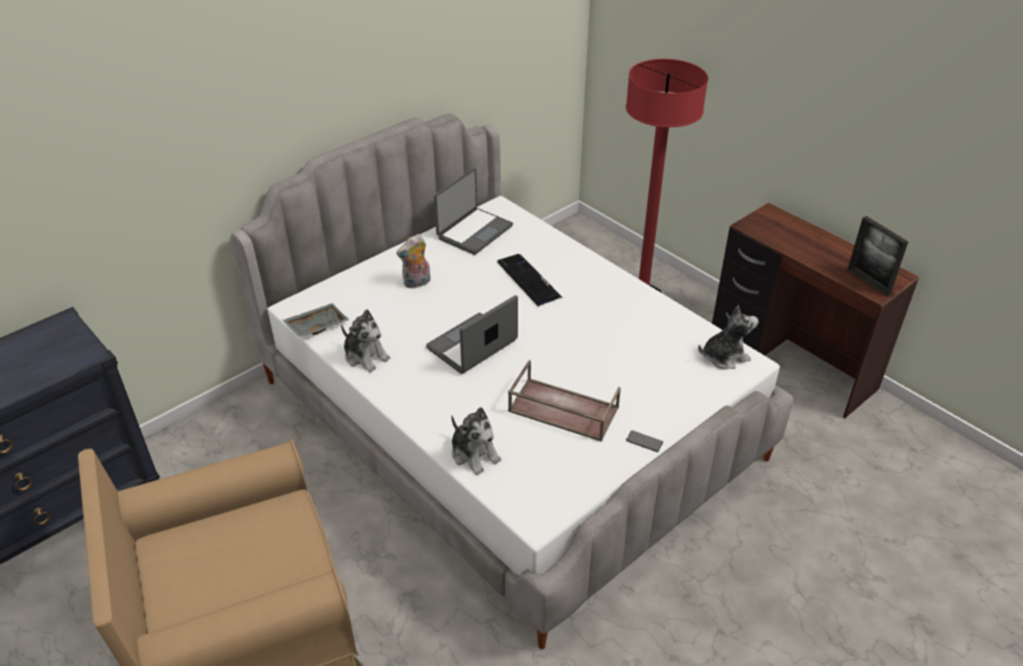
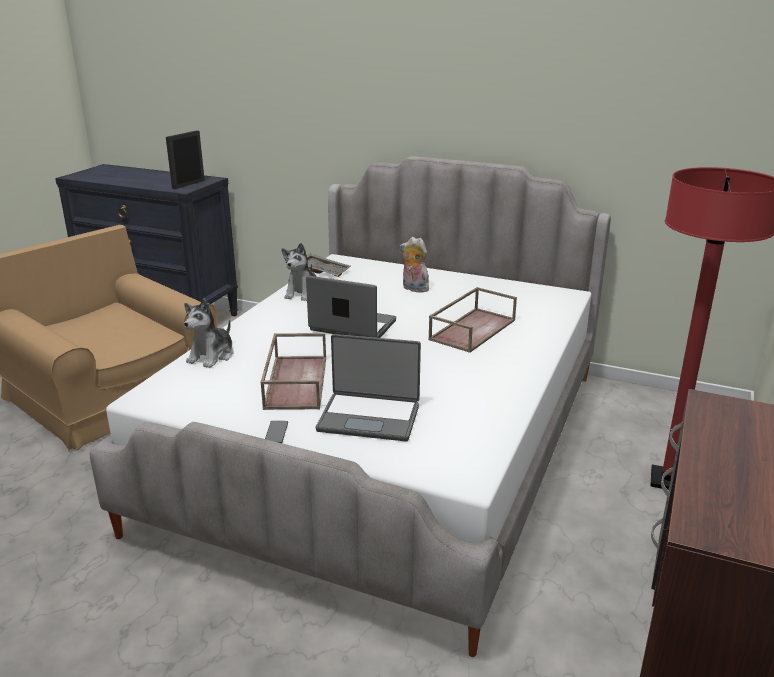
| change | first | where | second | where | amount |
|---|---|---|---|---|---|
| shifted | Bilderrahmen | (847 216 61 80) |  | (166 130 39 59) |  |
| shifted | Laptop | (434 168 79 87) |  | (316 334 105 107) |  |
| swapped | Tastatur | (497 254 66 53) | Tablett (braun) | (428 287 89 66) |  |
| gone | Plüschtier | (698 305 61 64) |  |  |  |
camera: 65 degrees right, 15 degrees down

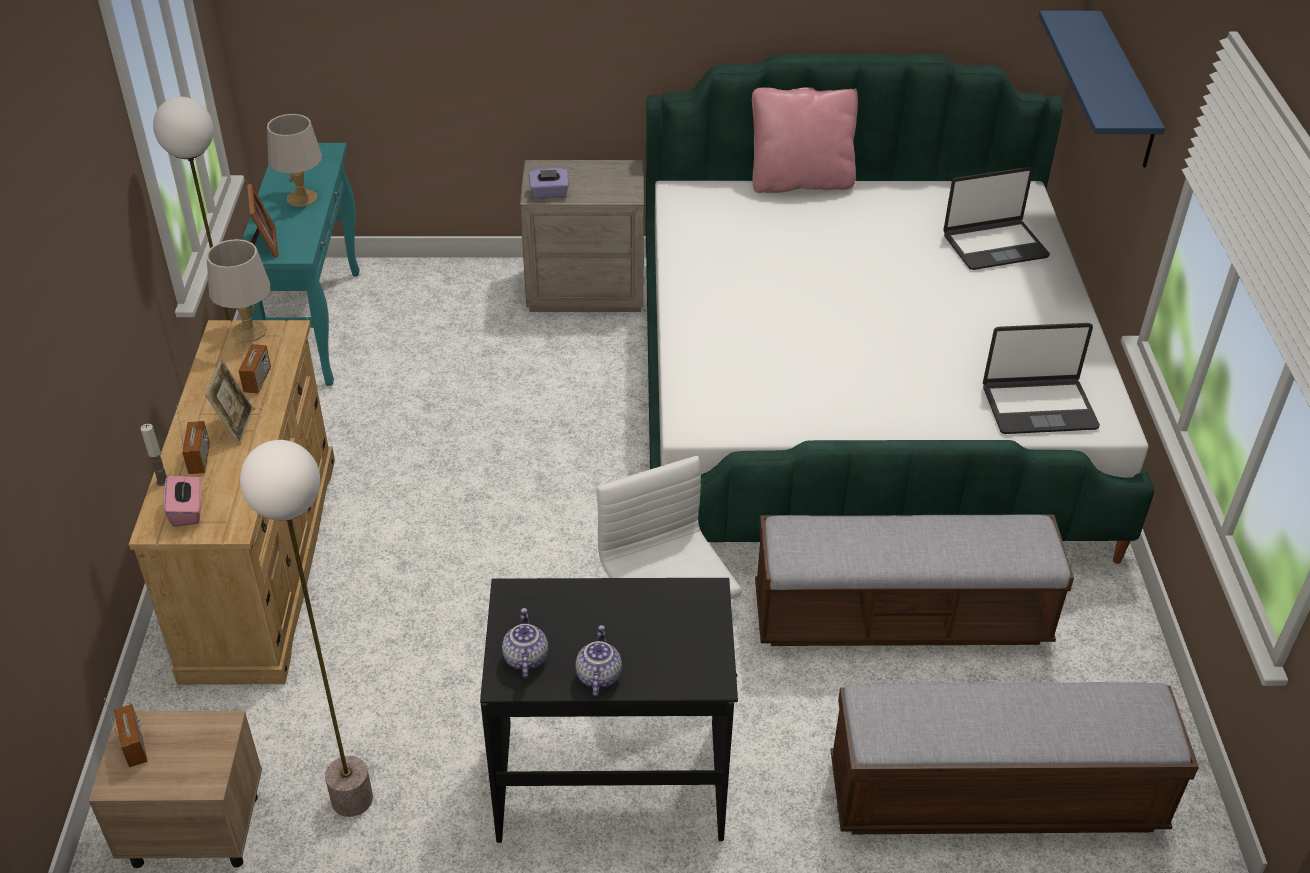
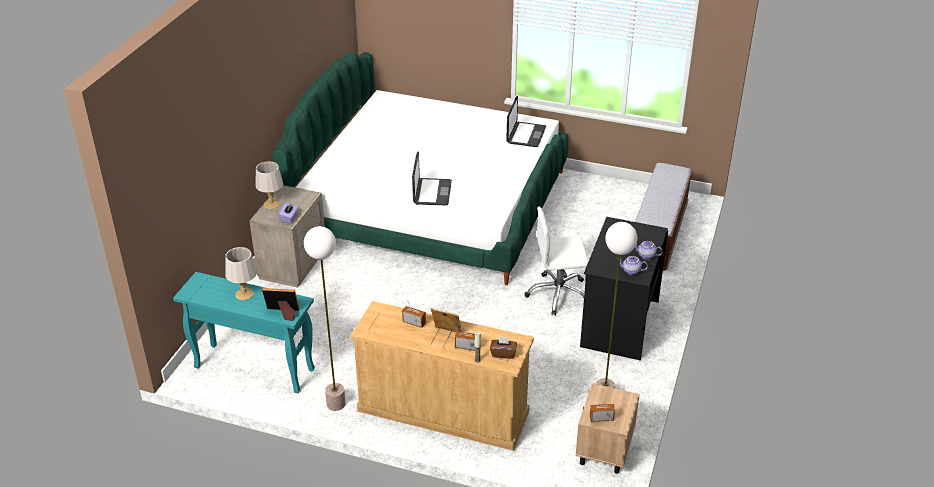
| change | first | where | second | where | amount |
|---|---|---|---|---|---|
| shifted | Tischlampe (grau) | (207 239 63 104) |  | (255 161 28 48) |  |
| shifted | Laptop | (943 167 107 103) |  | (412 151 40 55) |  |
| repainted | Taschentuchbox (rosa) | (164 476 38 51) | Taschentuchbox (braun) | (490 337 27 22) |  |
| gone | Kissen (rosa) | (752 87 106 106) |  |  |  |
| gone | Bank | (755 514 319 132) |  |  |  |
| gone | Wandregal (blau) | (1039 11 126 156) |  |  |  |
camera: 70 degrees left, 5 degrees down

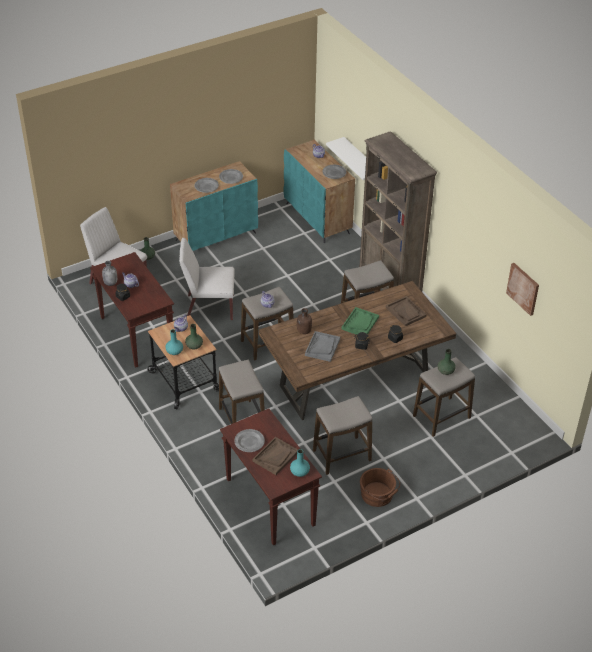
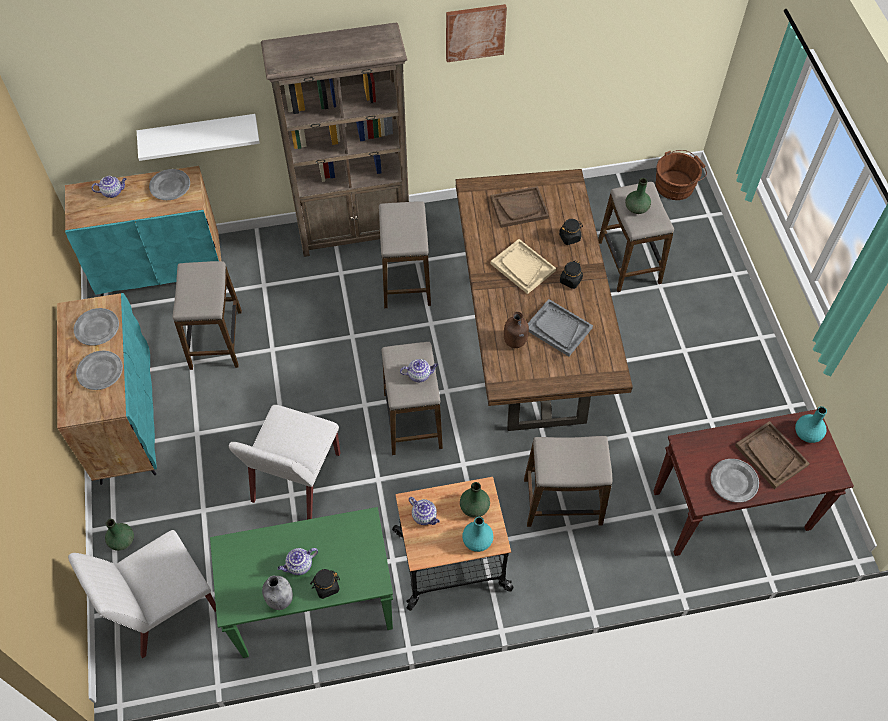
| change | first | where | second | where | amount |
|---|---|---|---|---|---|
| shifted | Hocker | (313 396 59 79) |  | (173 261 69 109) |  |
| repainted | Konsolentisch (braun) | (90 252 84 115) | Konsolentisch (grün) | (210 507 183 151) |  |
| shifted | Bild | (506 263 33 53) |  | (446 4 61 58) |  |
| repainted | Tablett (grün) | (341 307 38 28) | Tablett (beige) | (491 239 65 55) |  |
| shifted | Eimer (braun) | (360 468 40 39) |  | (656 150 51 50) |  |
camera: 70 degrees left, 15 degrees up

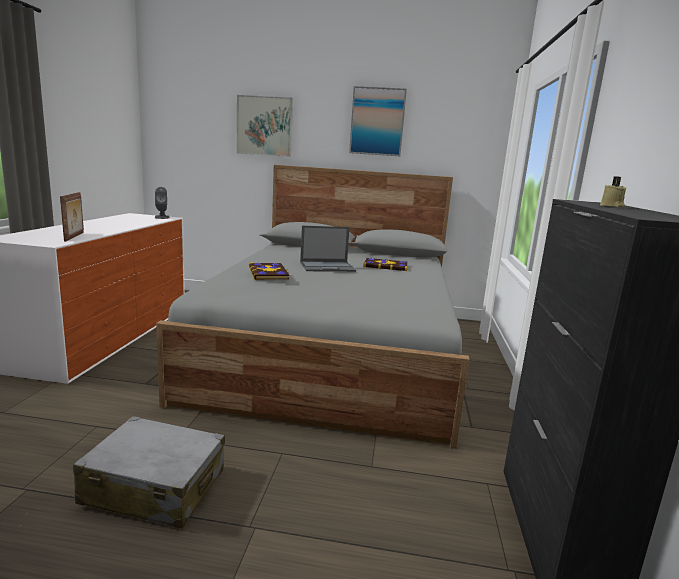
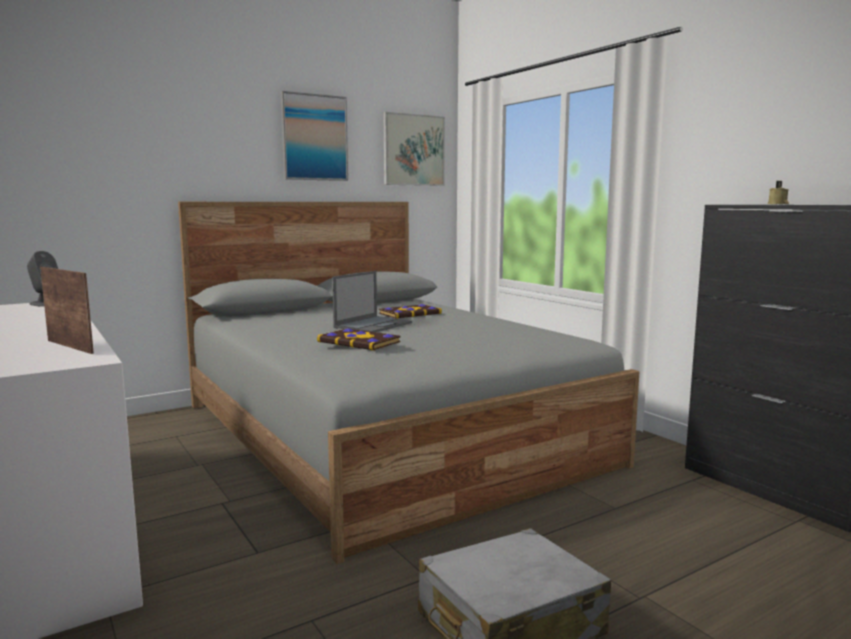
| change | first | where | second | where | amount |
|---|---|---|---|---|---|
| shifted | Bild | (237 95 56 62) |  | (383 112 62 74) |  |
camera: 40 degrees left, 5 degrees down

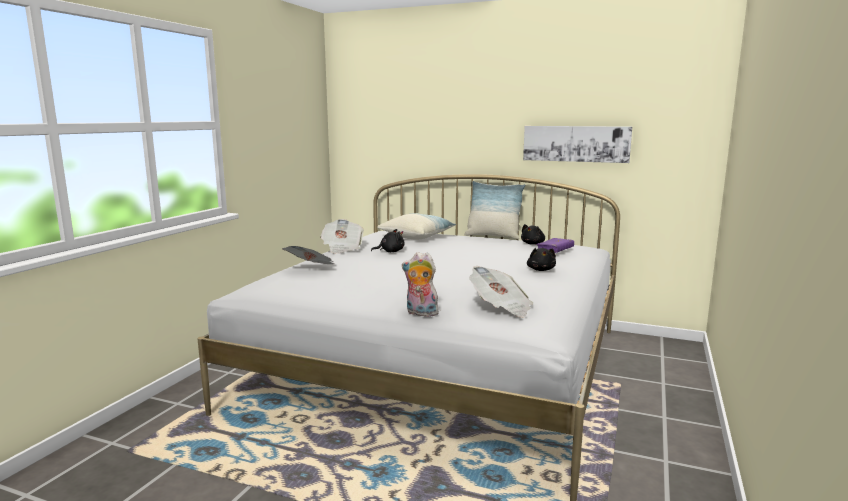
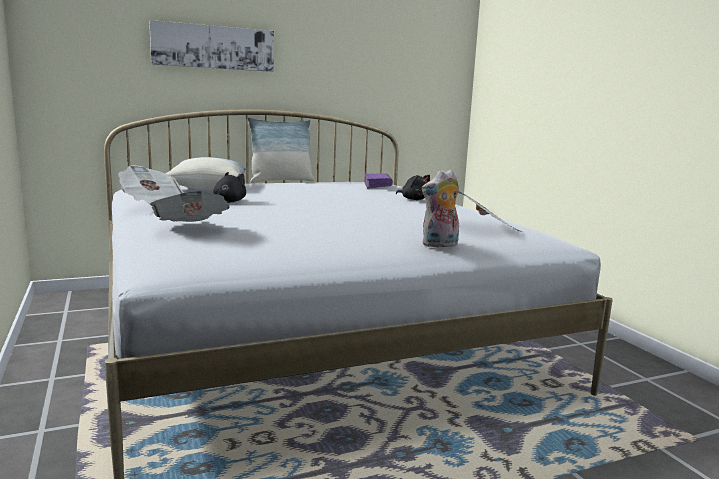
| change | first | where | second | where | amount |
|---|---|---|---|---|---|
| shifted | Bild | (523 126 109 37) |  | (149 20 125 52) |  |
| gone | Plüschtier (schwarz) | (521 224 24 21) |  |  |  |
camera: 45 degrees left, 0 degrees up

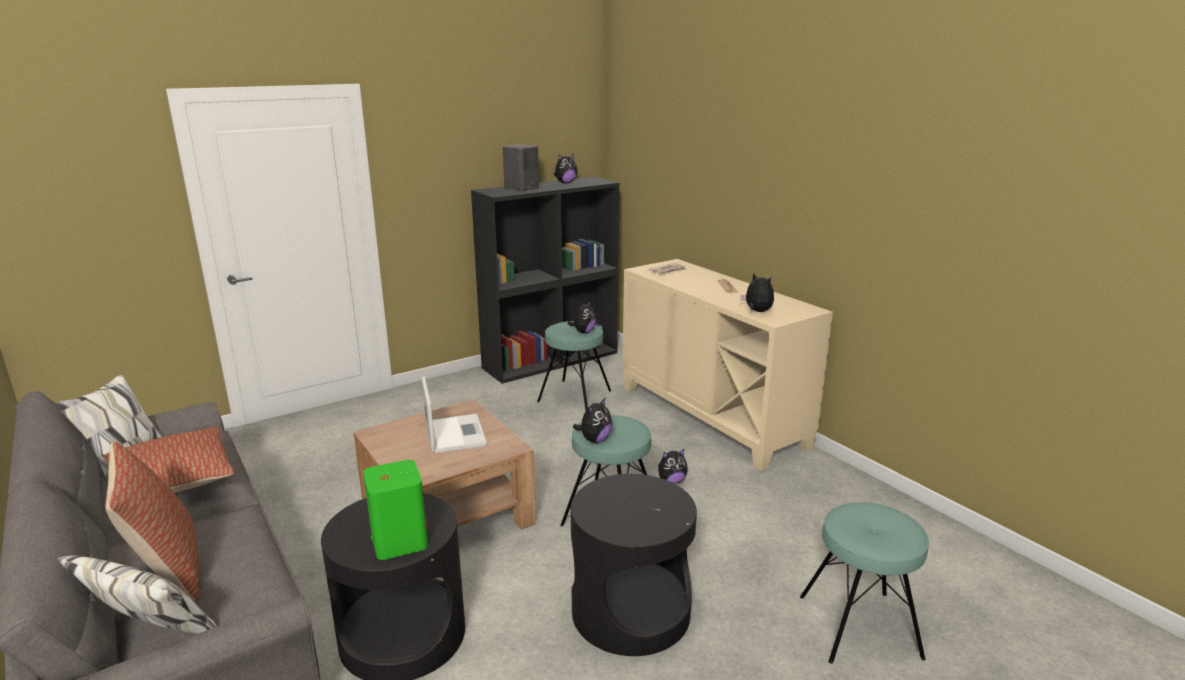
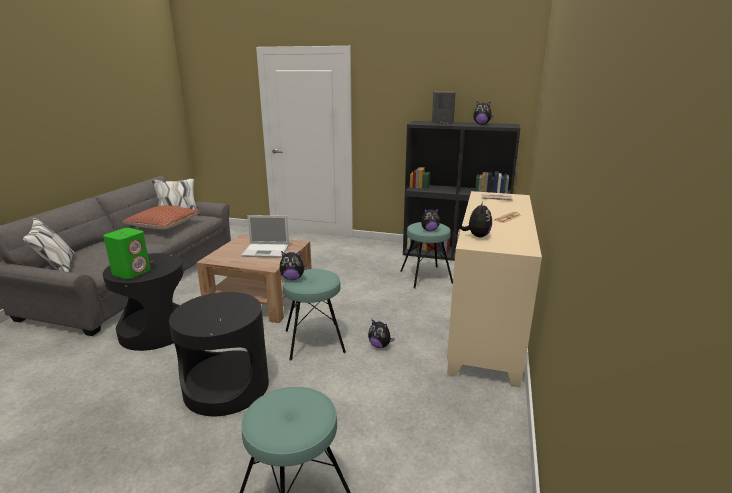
| change | first | where | second | where | amount |
|---|---|---|---|---|---|
| rotated | Laptop | (421 376 66 78) |  | (241 215 48 43) | 60 degrees clockwise |
| gone | Kissen | (106 442 93 159) |  |  |  |
camera: 50 degrees right, 0 degrees up

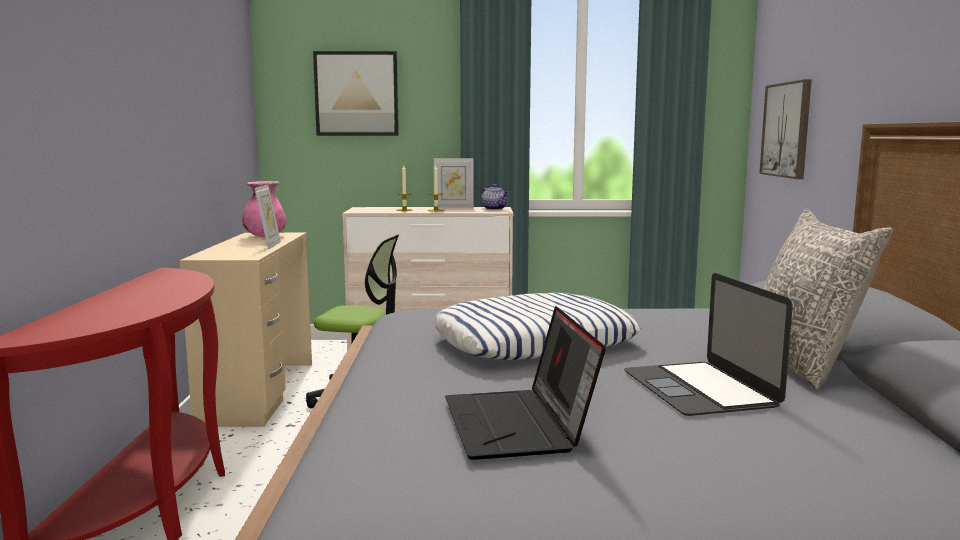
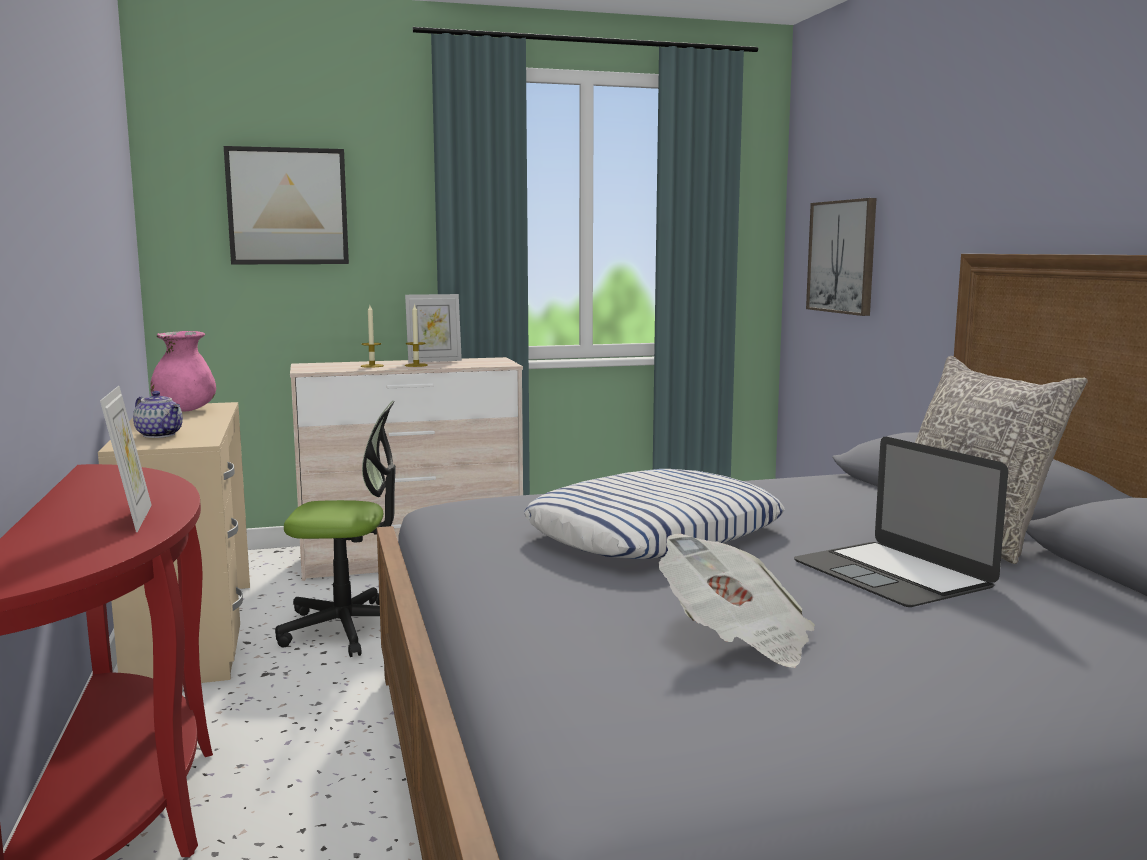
| change | first | where | second | where | amount |
|---|---|---|---|---|---|
| shifted | Bilderrahmen | (254 185 27 65) |  | (100 386 52 146) |  |
| shifted | Teekanne | (481 184 28 26) |  | (133 391 50 47) |  |
| swapped | Laptop | (445 306 161 154) | Zeitung | (658 534 157 134) |  |
camera: 15 degrees left, 0 degrees up

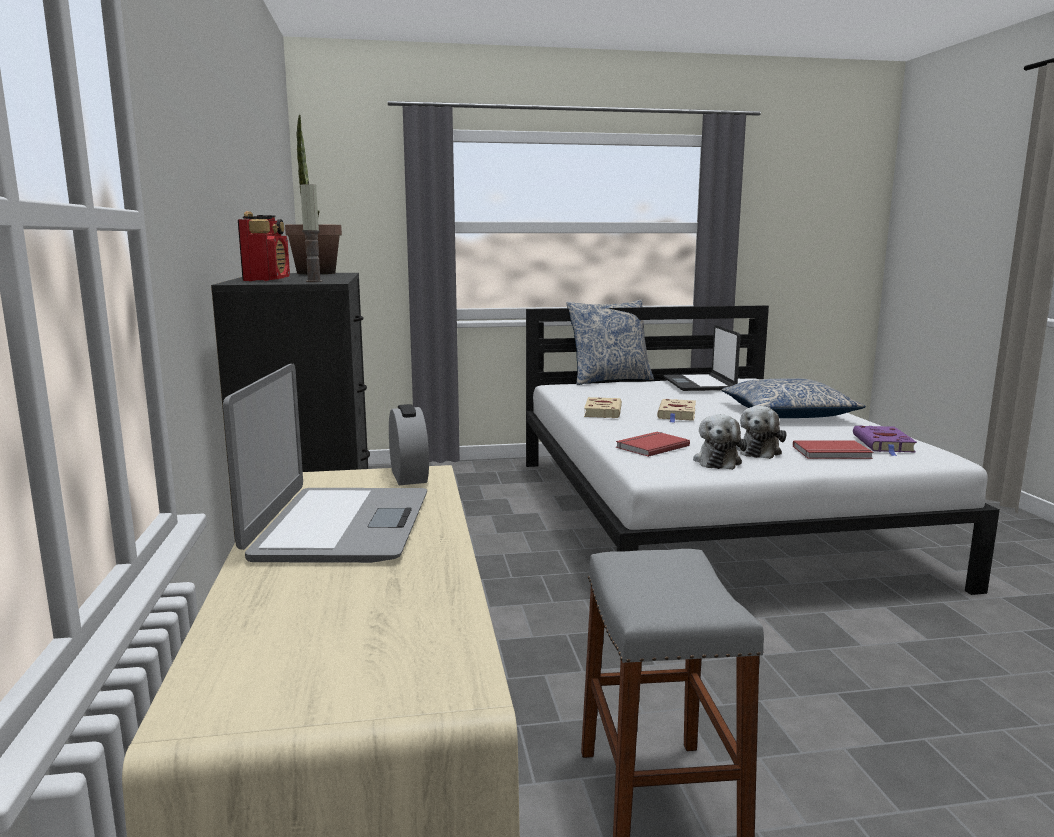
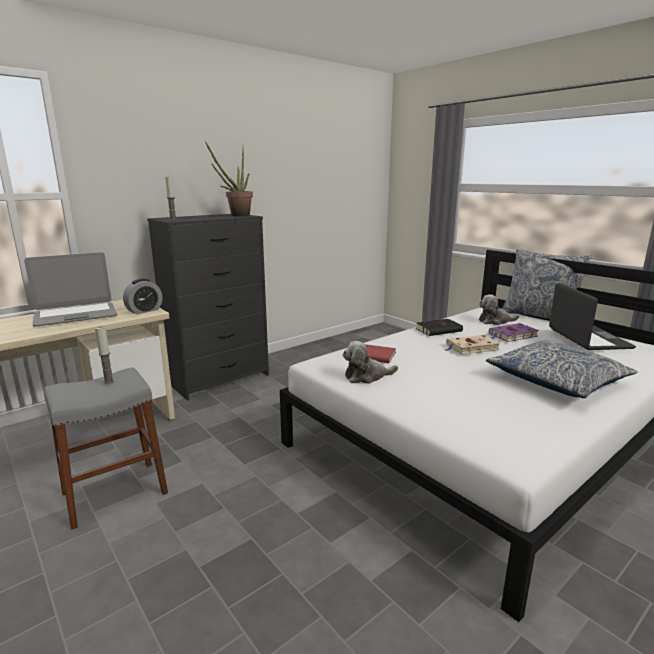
| change | first | where | second | where | amount |
|---|---|---|---|---|---|
| new |  |  | Kerze | (95 326 19 58) |  |
| repainted | Buch (beige) | (584 397 38 21) | Buch (schwarz) | (416 319 47 17) |  |
| shifted | Plüschtier | (736 406 51 53) |  | (479 294 40 31) |  |
| shifted | Buch (lila) | (853 425 64 31) |  | (489 323 50 19) |  |
| rotated | Laptop | (663 325 78 66) |  | (549 283 87 67) | 120 degrees clockwise |
| gone | Radio | (238 211 52 70) |  |  |  |
| gone | Buch (rot) | (793 440 80 19) |  |  |  |
camera: 60 degrees right, 5 degrees up

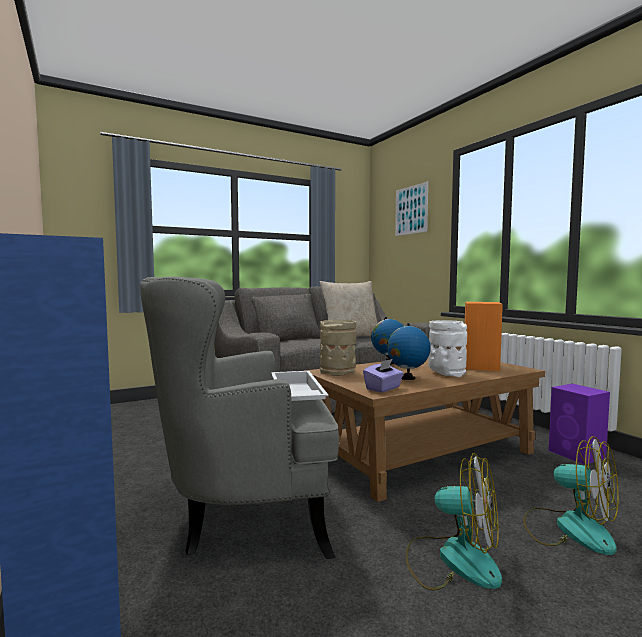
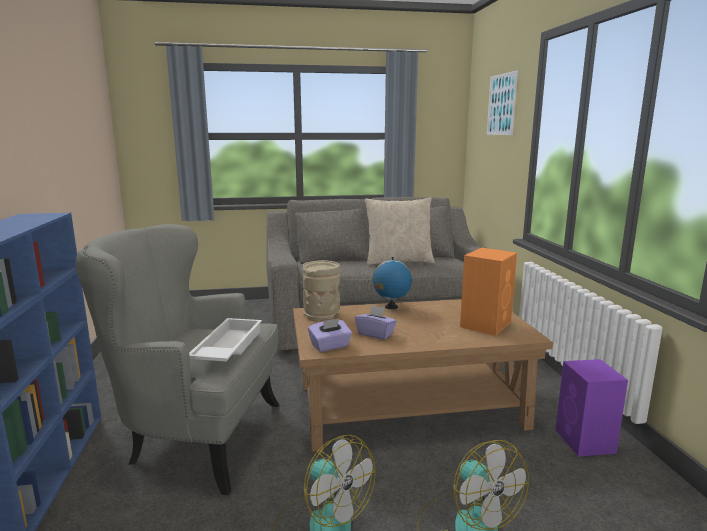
| change | first | where | second | where | amount |
|---|---|---|---|---|---|
| swapped | Globus | (387 323 44 57) | Taschentuchbox (lila) | (355 305 42 35) |  |
| gone | Vase (weiß) | (428 320 39 57) |  |  |  |
camera: 20 degrees right, 10 degrees up

